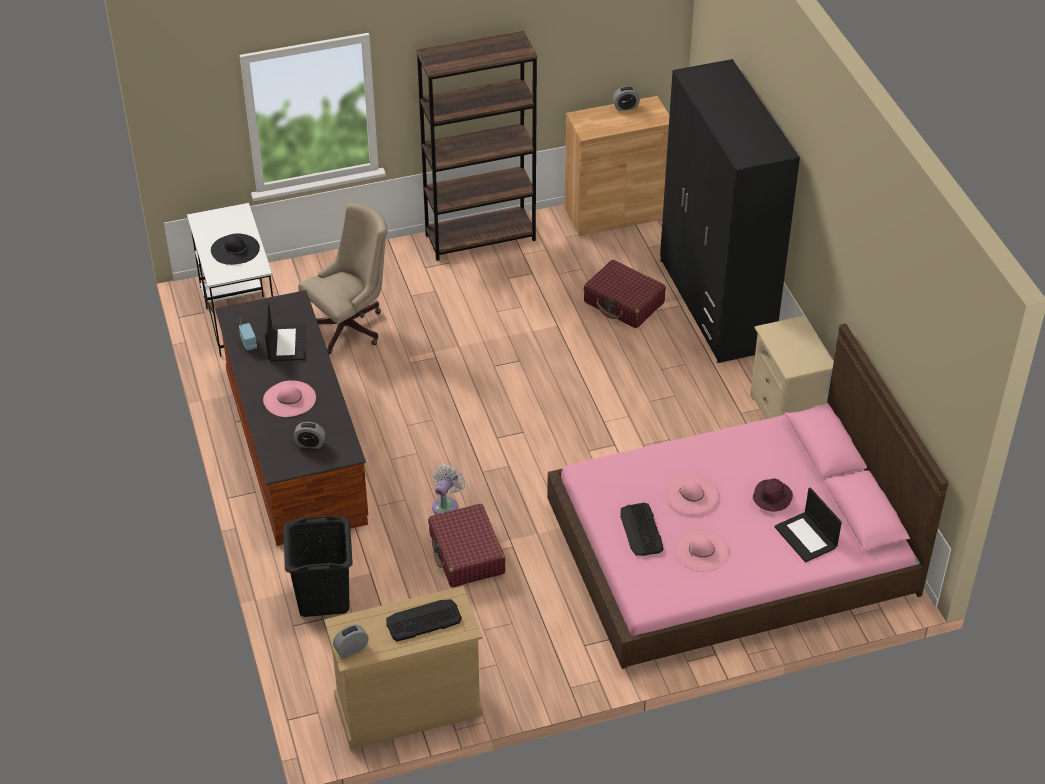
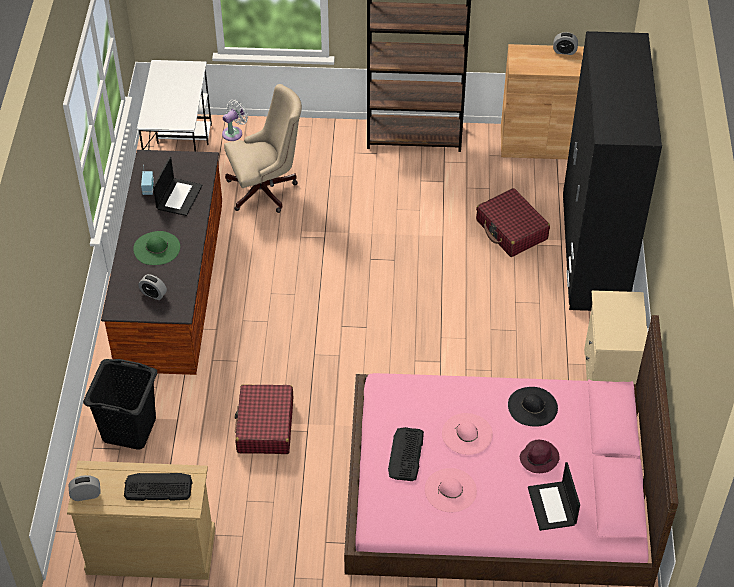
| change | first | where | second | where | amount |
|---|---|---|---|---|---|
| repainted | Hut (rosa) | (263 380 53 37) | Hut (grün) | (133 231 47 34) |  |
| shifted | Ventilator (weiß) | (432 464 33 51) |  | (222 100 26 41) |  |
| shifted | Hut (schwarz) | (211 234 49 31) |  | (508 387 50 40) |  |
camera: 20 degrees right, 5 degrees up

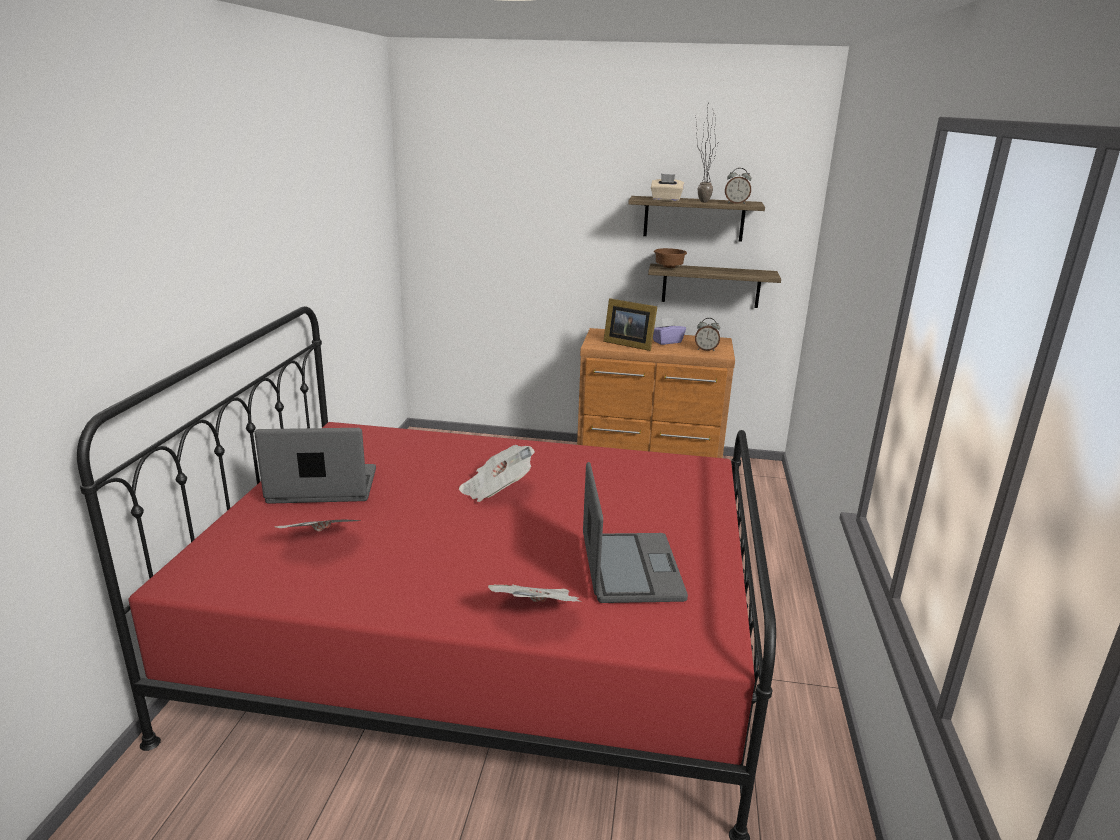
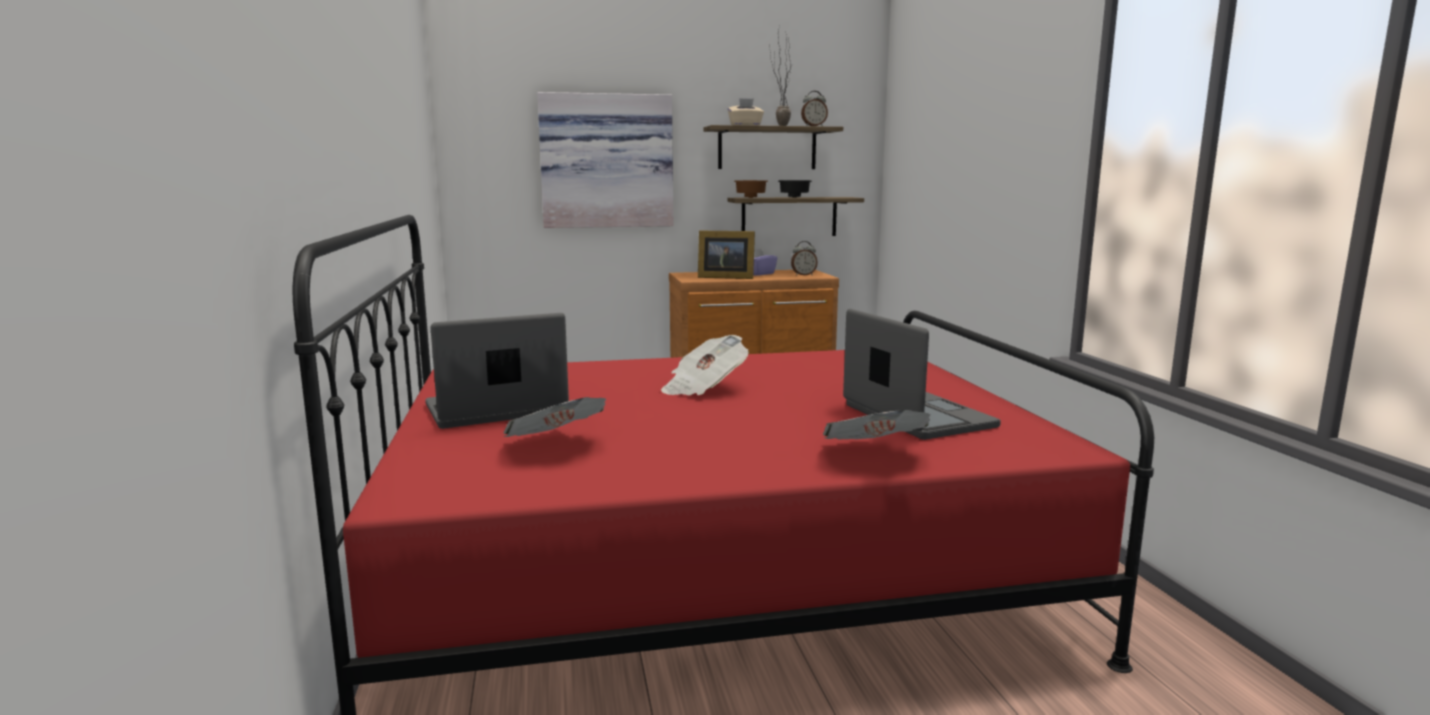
| change | first | where | second | where | amount |
|---|---|---|---|---|---|
| new |  |  | Bild | (537 92 136 136) |  |
| new |  |  | Schüssel (schwarz) | (778 180 33 17) |  |
camera: 20 degrees left, 10 degrees down

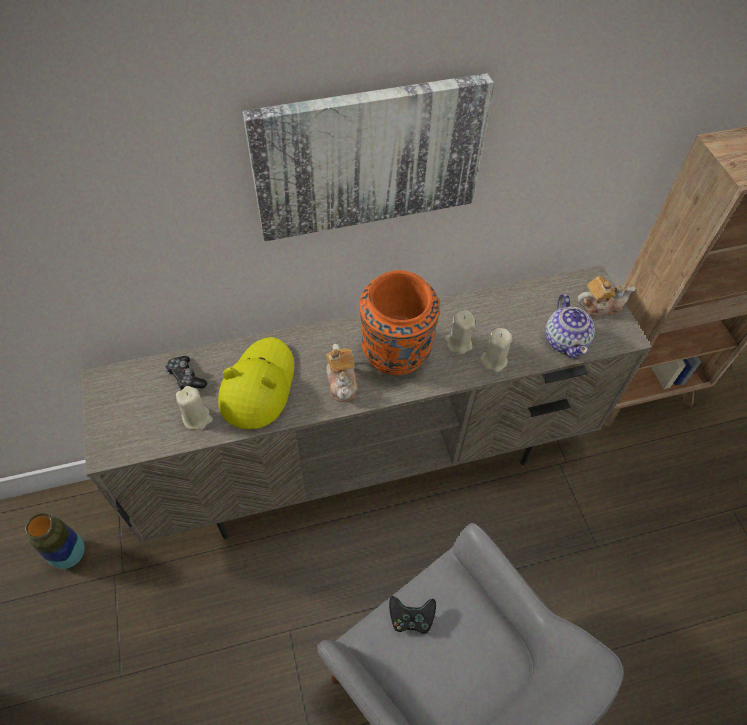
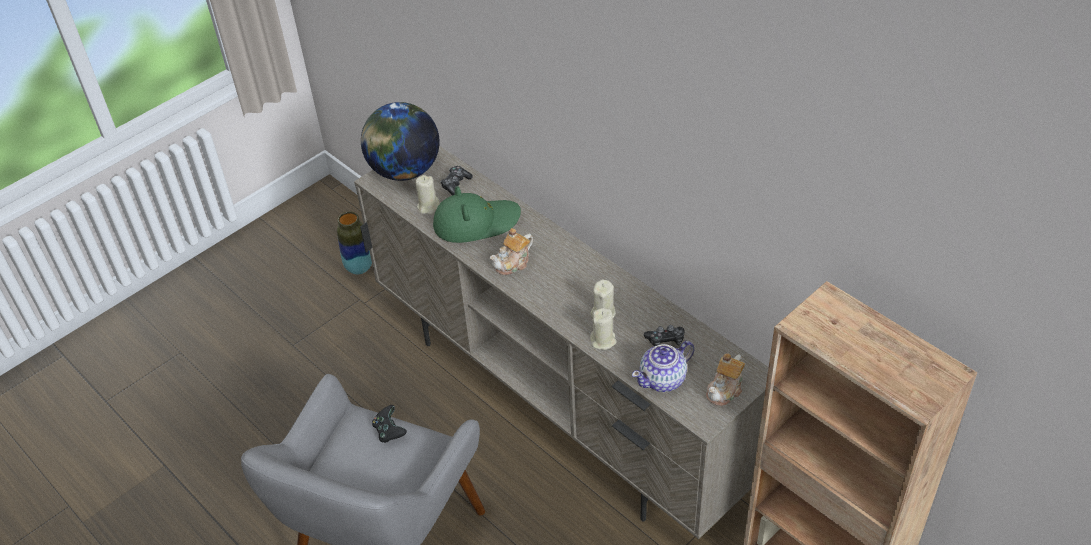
| change | first | where | second | where | amount |
|---|---|---|---|---|---|
| new |  |  | Globus | (361 102 79 79) |  |
| repainted | Hut (gelb) | (218 337 76 92) | Hut (grün) | (433 186 88 57) |  |
| new |  |  | Gamepad | (644 325 41 21) |  |
| rotated | Teekanne | (577 276 59 41) |  | (706 353 39 53) | 75 degrees clockwise |
| gone | Bild | (242 73 252 168) |  |  |  |
| gone | Vase (orange) | (359 270 81 105) |  |  |  |
camera: 65 degrees right, 10 degrees down

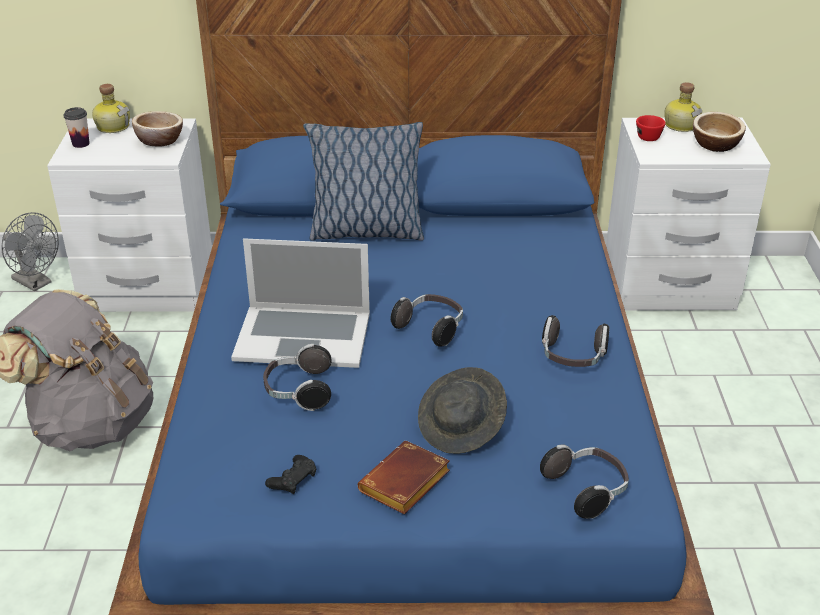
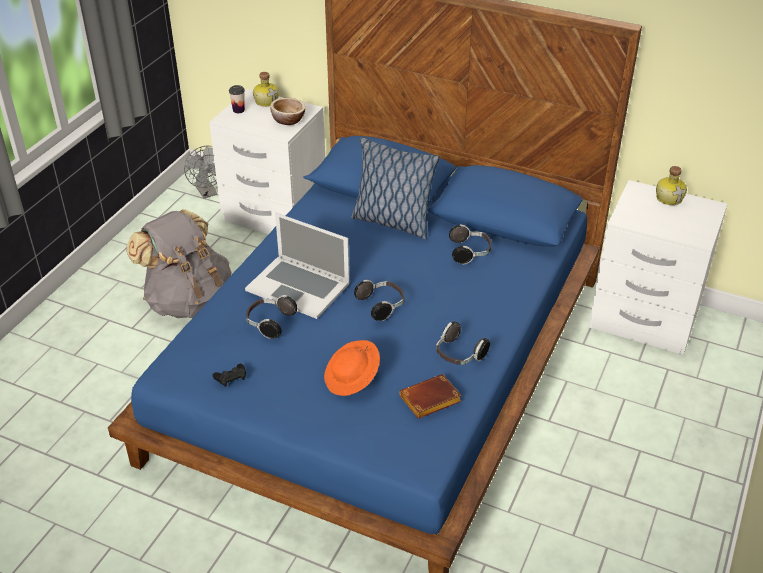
| change | first | where | second | where | amount |
|---|---|---|---|---|---|
| repainted | Hut (grau) | (418 367 89 87) | Hut (orange) | (324 340 56 56) |  |
| shifted | Buch (braun) | (358 441 92 73) |  | (400 374 62 45) |  |
| shifted | Kopfhörer | (540 444 89 75) |  | (449 224 42 41) |  |
| gone | Tasse (rot) | (636 115 30 26) |  |  |  |
| gone | Schüssel | (693 112 53 40) |  |  |  |
camera: 25 degrees right, 5 degrees up

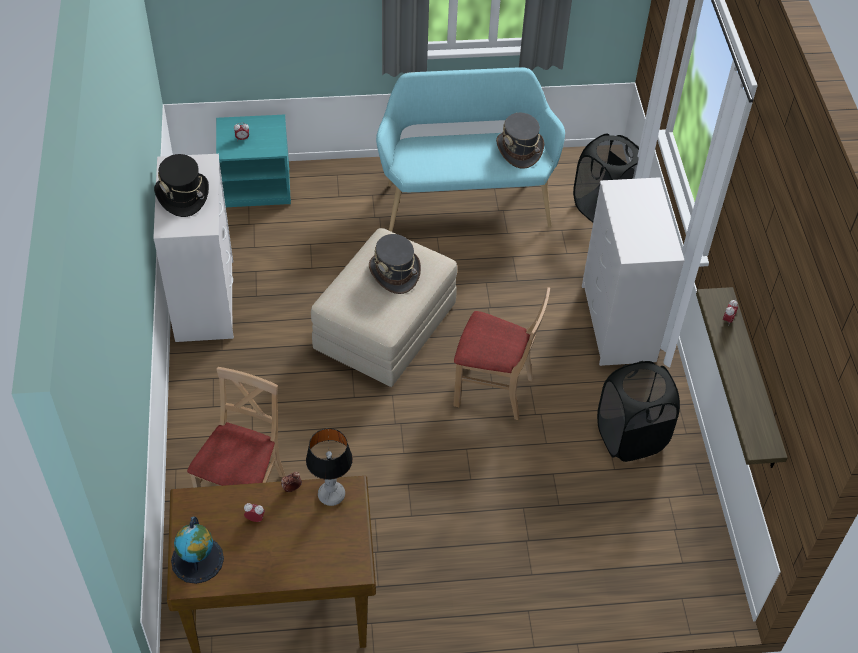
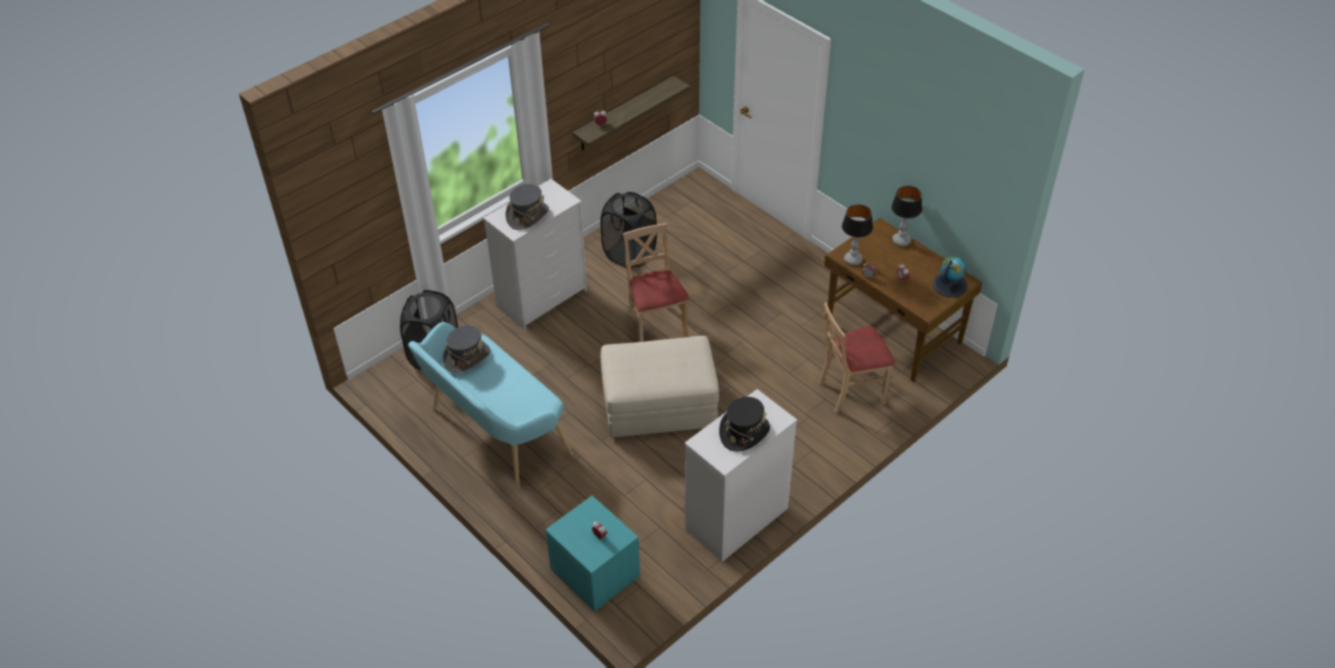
| change | first | where | second | where | amount |
|---|---|---|---|---|---|
| shifted | Hut (grau) | (369 234 52 60) |  | (506 184 43 46) |  |
| new |  |  | Tischlampe | (891 186 31 60) |  |
camera: 125 degrees left, 5 degrees down

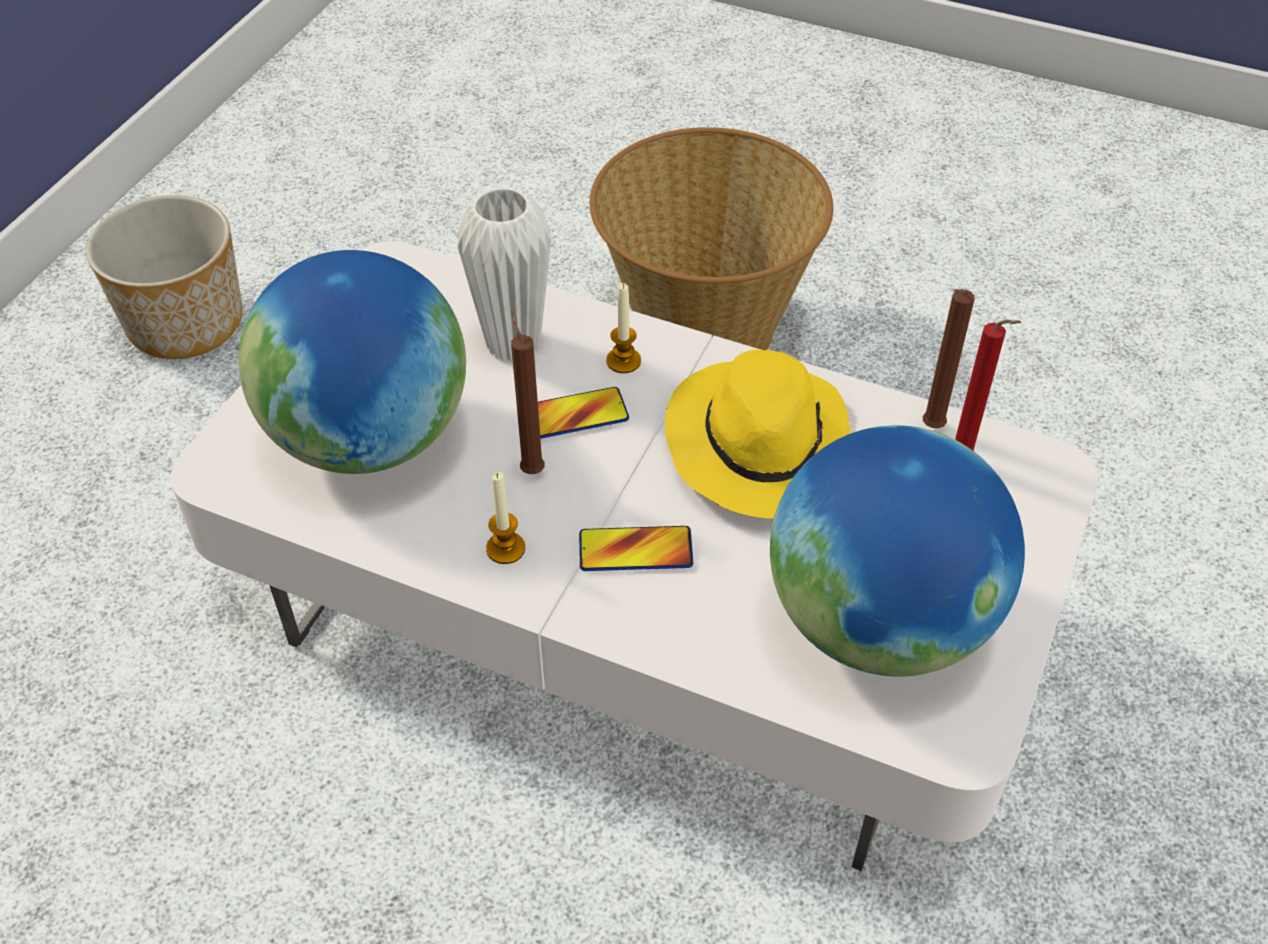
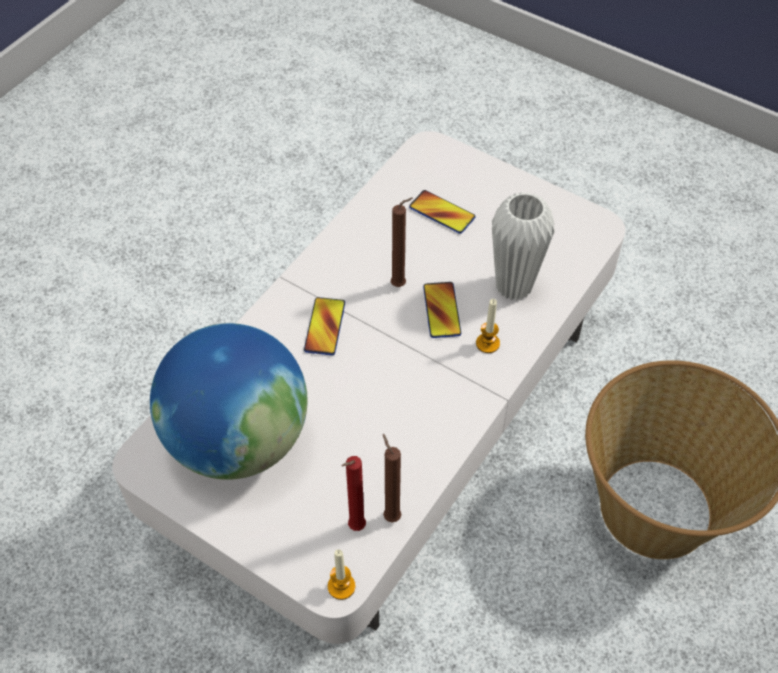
| change | first | where | second | where | amount |
|---|---|---|---|---|---|
| shifted | Kerze | (486 472 39 92) |  | (328 549 28 51) |  |
| swapped | Globus | (239 250 227 224) | Handy | (409 190 67 44) |  |
| gone | Pflanzkübel | (86 195 157 164) |  |  |  |
| gone | Hut (gelb) | (665 350 186 169) |  |  |  |
camera: 100 degrees right, 5 degrees up

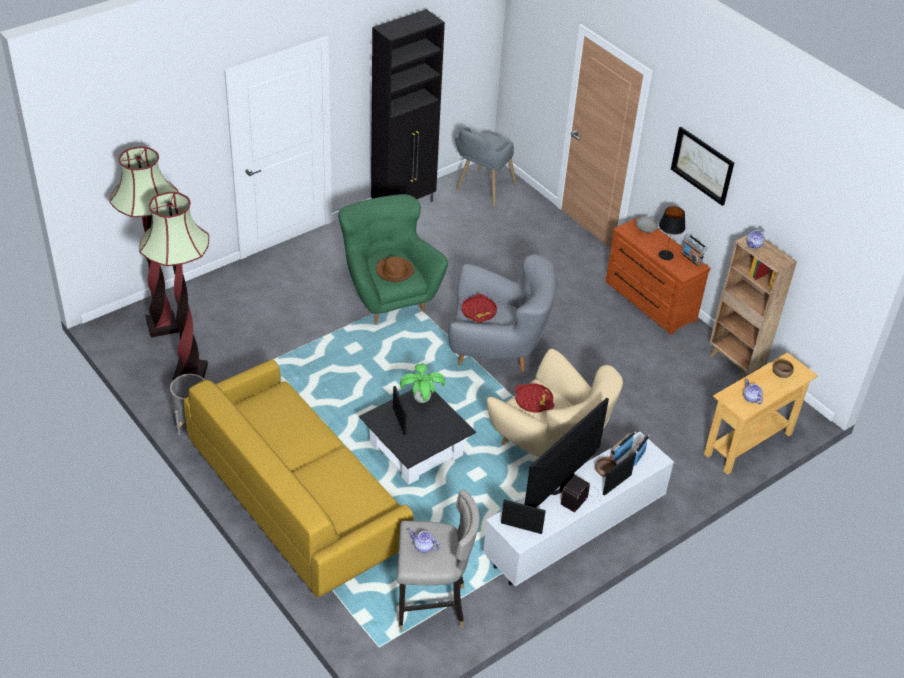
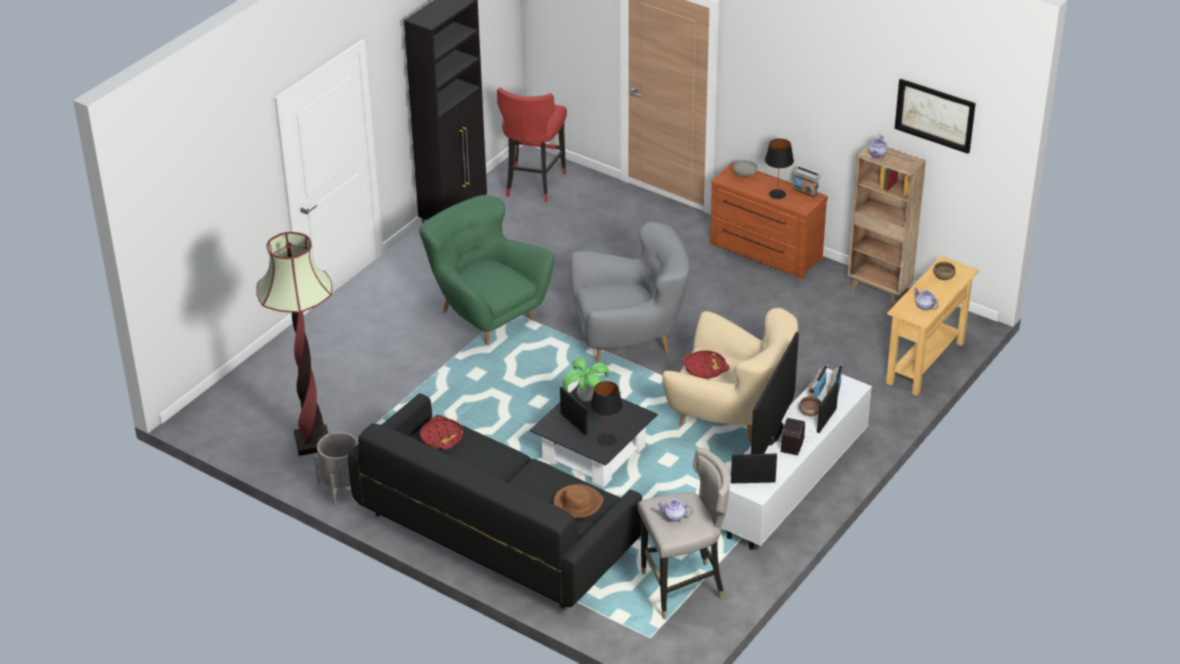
| change | first | where | second | where | amount |
|---|---|---|---|---|---|
| repainted | Sofa (gelb) | (184 359 229 238) | Sofa (schwarz) | (348 393 294 216) |  |
| shifted | Tablett (rot) | (462 294 35 29) |  | (420 416 43 33) |  |
| swapped | Sessel (grau) | (455 126 62 81) | Hocker (rot) | (497 88 70 114) |  |
| shifted | Hut (braun) | (376 256 39 26) |  | (553 484 51 35) |  |
| new |  |  | Tischlampe (schwarz) | (590 381 33 65) |  |
| shifted | Bild | (671 127 63 79) |  | (895 79 81 75) |  |
| gone | Stehlampe | (109 146 70 192) |  |  |  |
camera: 15 degrees left, 5 degrees down

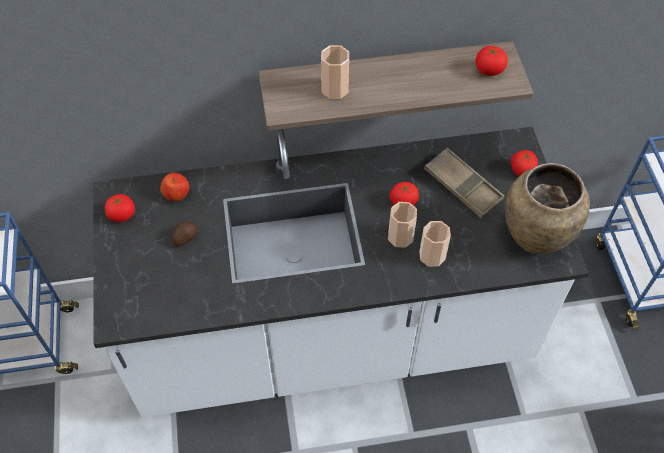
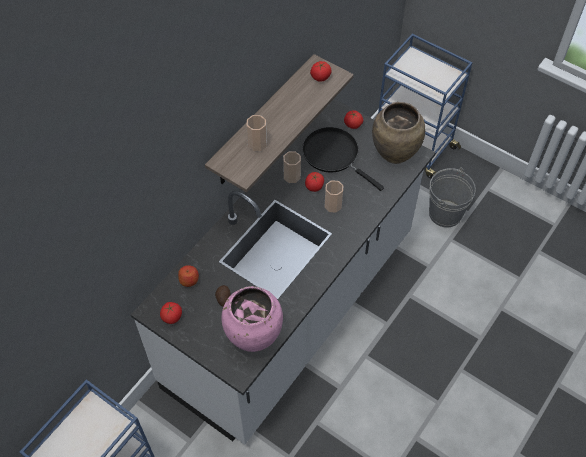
| change | first | where | second | where | amount |
|---|---|---|---|---|---|
| new |  |  | Vase (rosa) | (221 286 62 66) |  |
| shifted | Tasse | (419 221 32 46) |  | (283 151 18 32) |  |
| swapped | Tablett (braun) | (424 148 81 71) | Pfanne (schwarz) | (302 127 82 64) |  |
| new |  |  | Eimer (grau) | (429 167 47 61) |  |
camera: 45 degrees left, 0 degrees up

